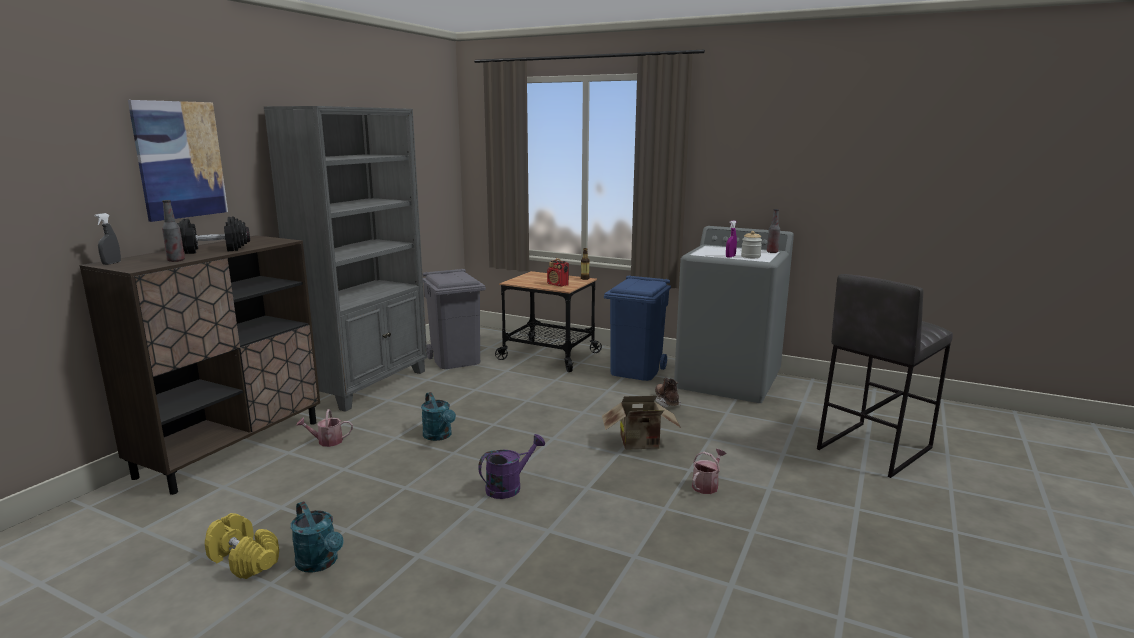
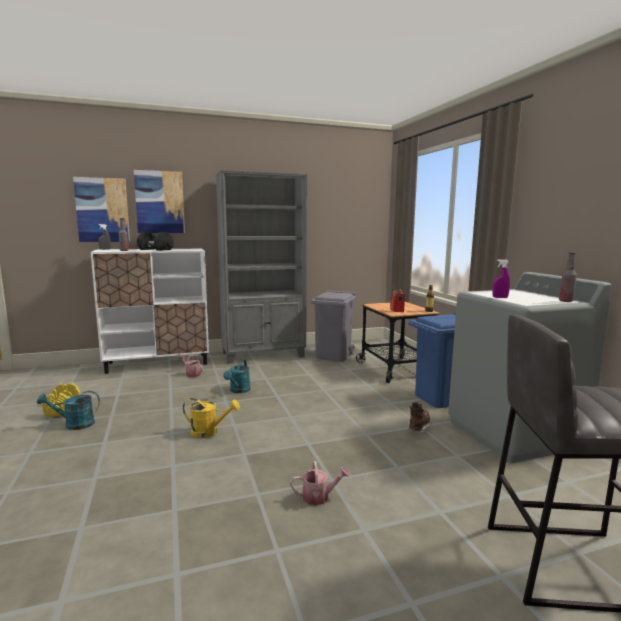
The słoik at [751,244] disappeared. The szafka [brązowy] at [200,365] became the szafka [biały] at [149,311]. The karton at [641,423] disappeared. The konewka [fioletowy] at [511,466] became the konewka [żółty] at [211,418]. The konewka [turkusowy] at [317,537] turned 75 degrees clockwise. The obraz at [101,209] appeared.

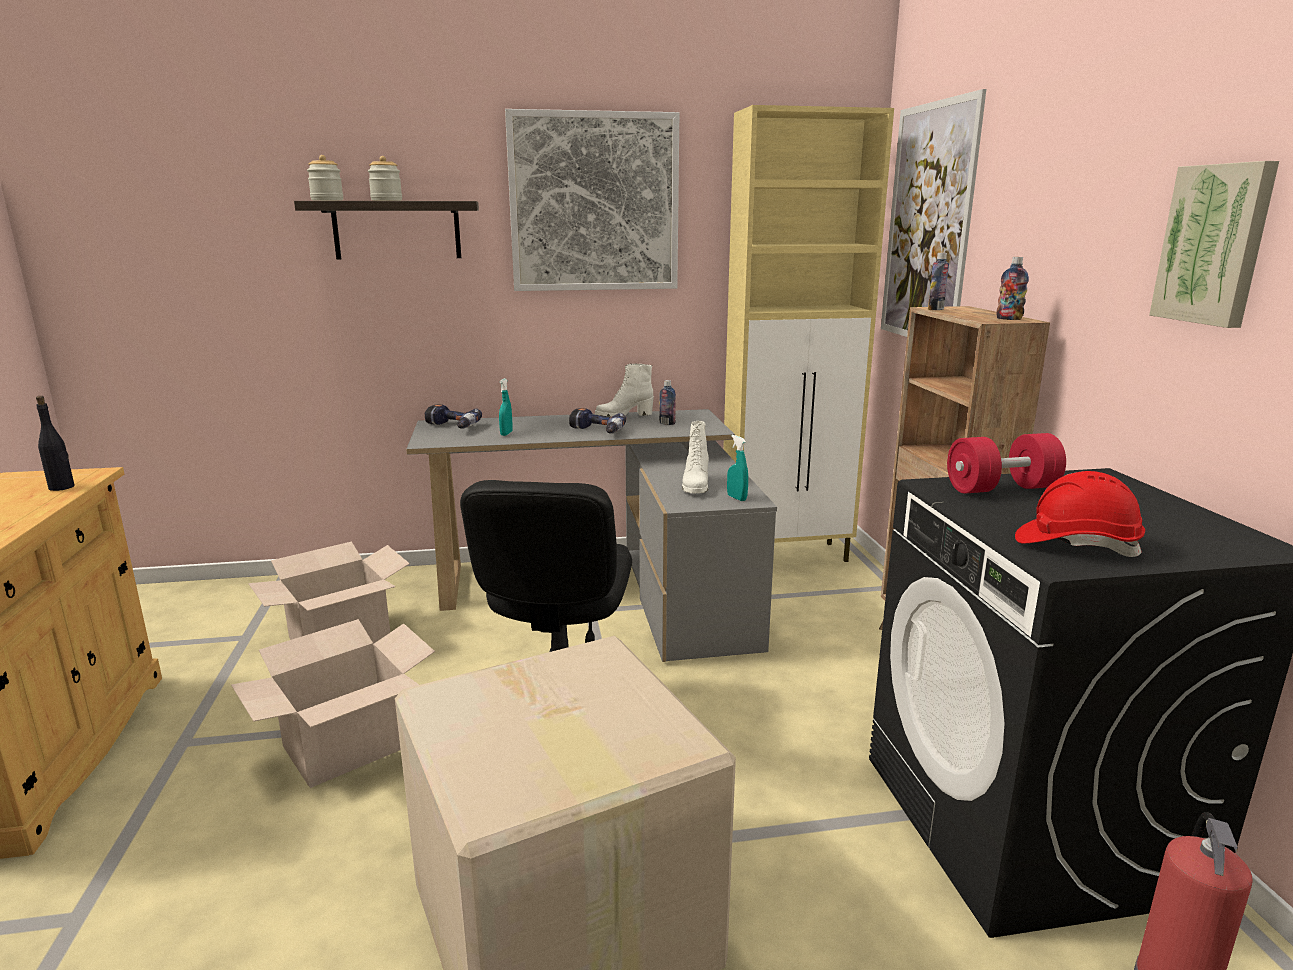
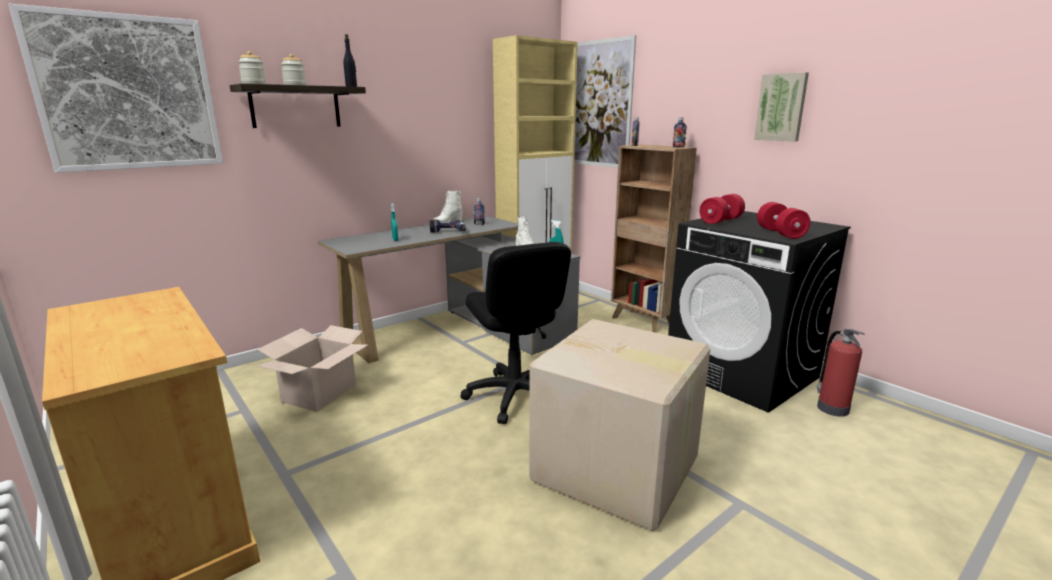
The obraz moved from [592,200] to [115,88]. The butelka [czarny] moved from [55,443] to [350,60]. The wiertarka at [453,416] disappeared. The kask [czerwony] at [1080,514] was replaced by the hantel [czerwony] at [784,220]. The karton at [333,703] disappeared.

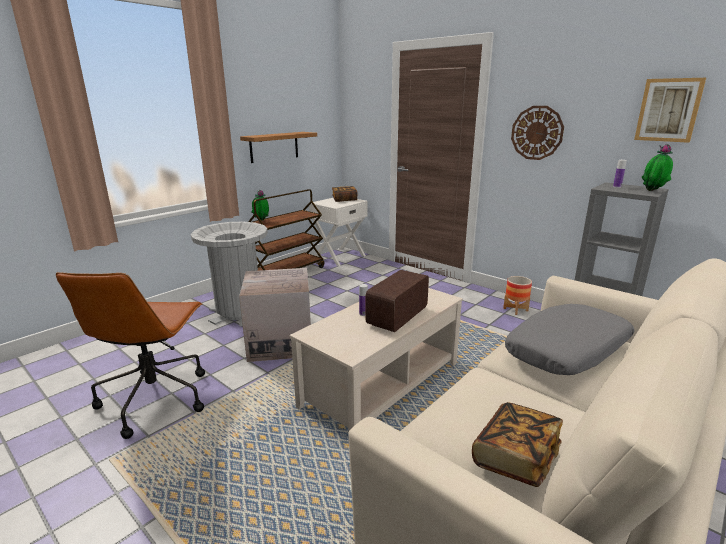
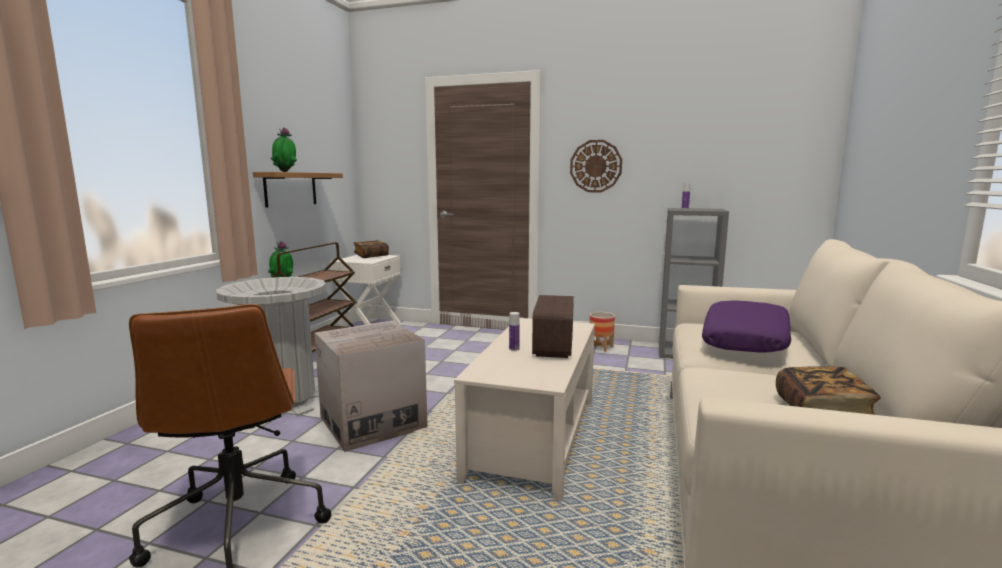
The obraz at [670,110] disappeared. The roślina doniczkowa moved from [657,167] to [284,149]. The poduszka [szary] at [569,339] became the poduszka [fioletowy] at [746,327].

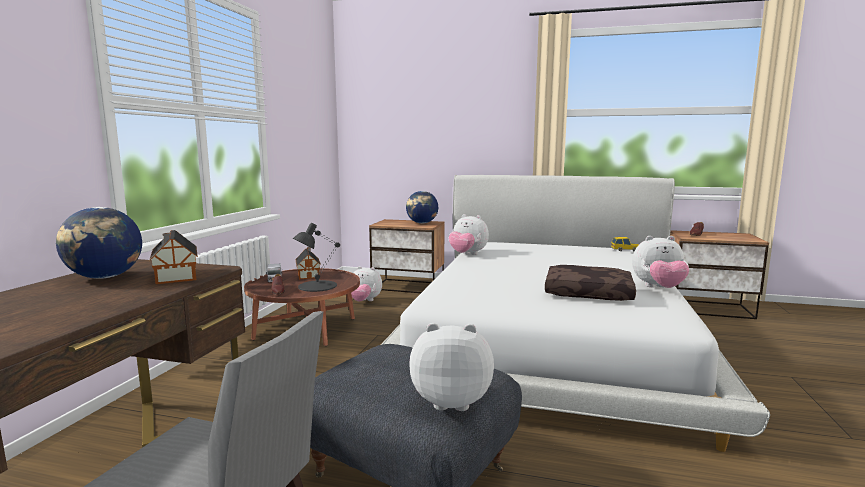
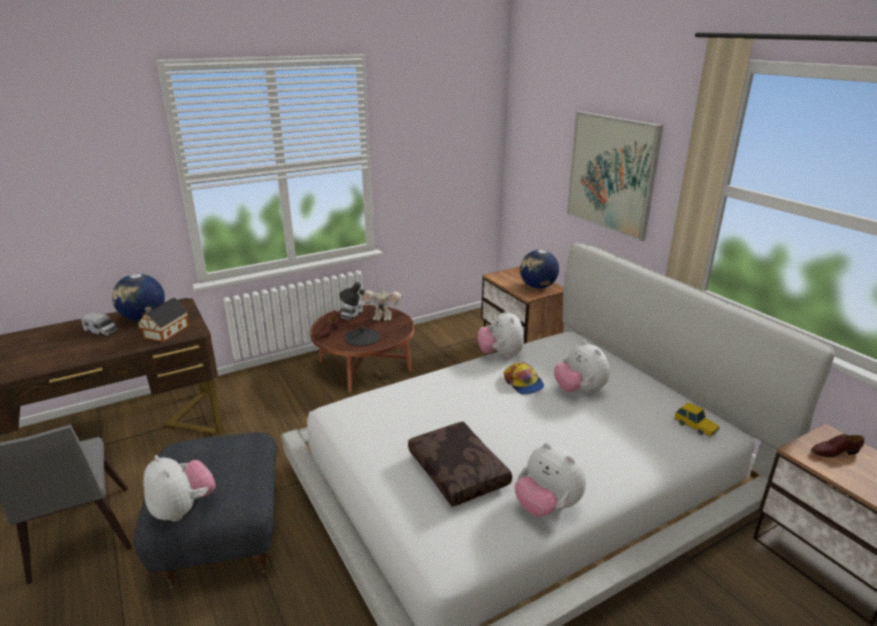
The domek at [308,263] was replaced by the robot zabawkowy at [382,303]. The pluszak moved from [366,283] to [582,367]. The obraz at [614,176] appeared. The ciężarówka zabawkowa at [98,324] appeared. The czapka z daszkiem at [523,378] appeared.

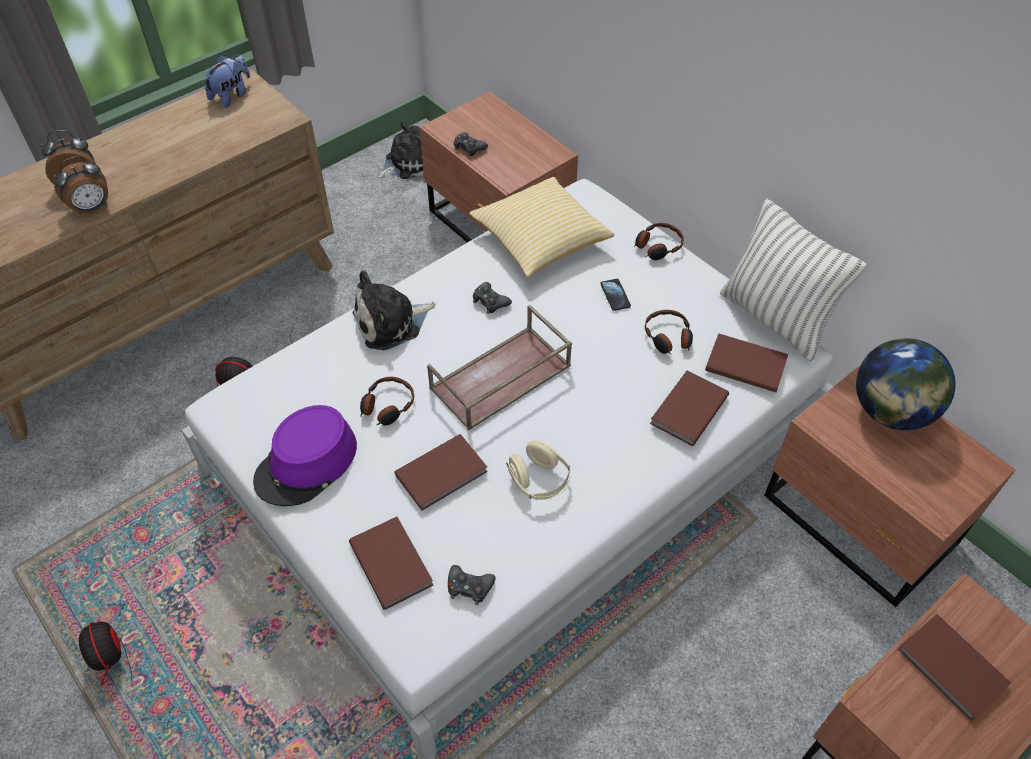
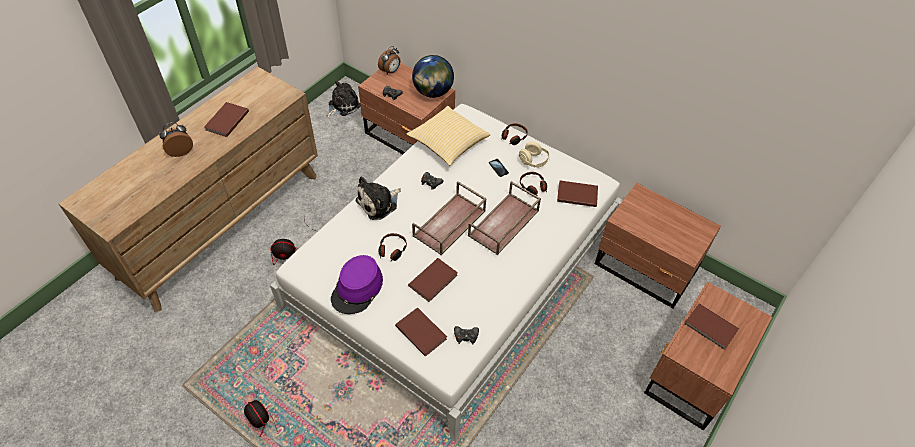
The pluszak at [226,81] disappeared. The budzik moved from [81,185] to [389,60]. The poduszka at [793,280] disappeared. The globus moved from [905,384] to [433,76]. The książka [brązowy] moved from [689,408] to [226,119]. The słuchawki [beżowy] moved from [538,470] to [534,155]. The taca [brązowy] at [504,218] appeared.

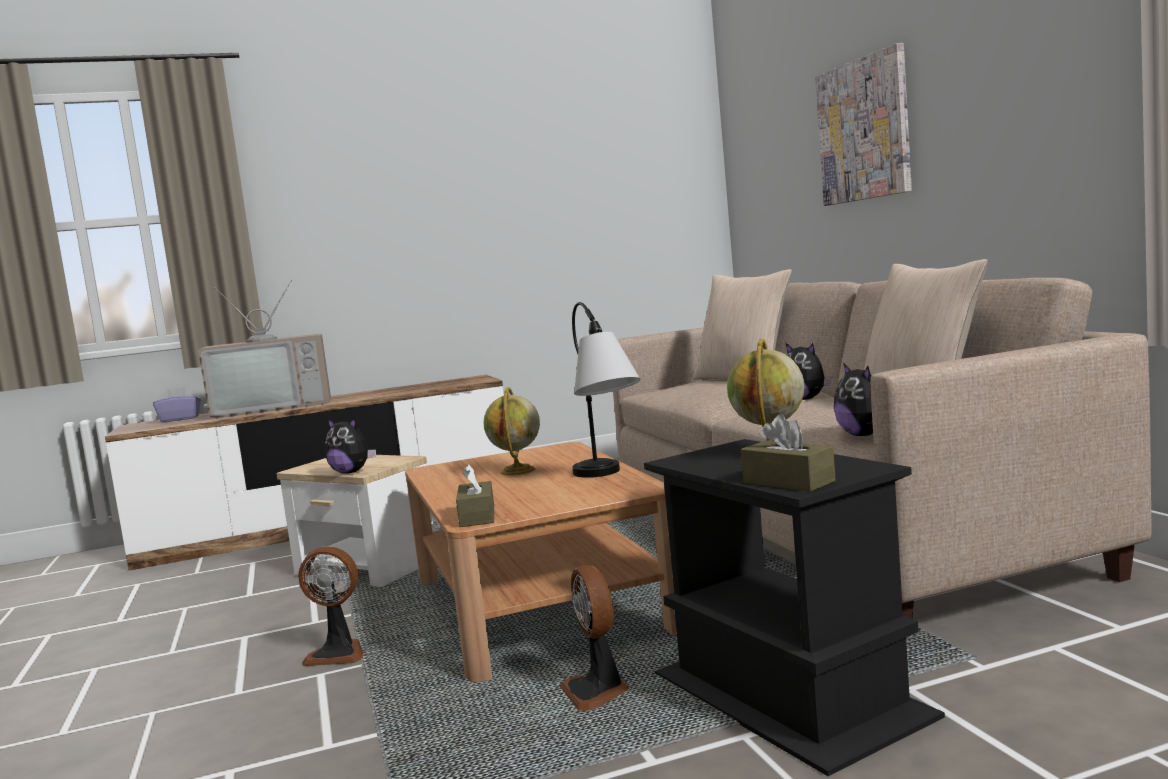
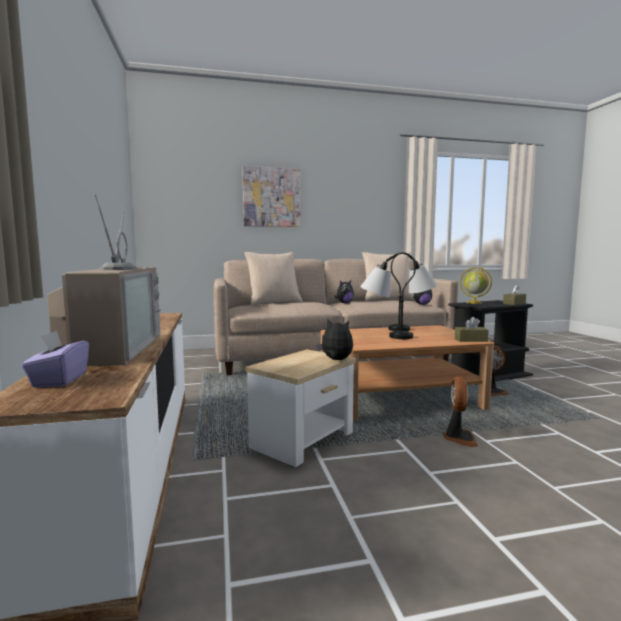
The globus at [512,431] was replaced by the lampa stołowa at [388,295]. The pluszak at [350,446] turned 90 degrees counterclockwise.

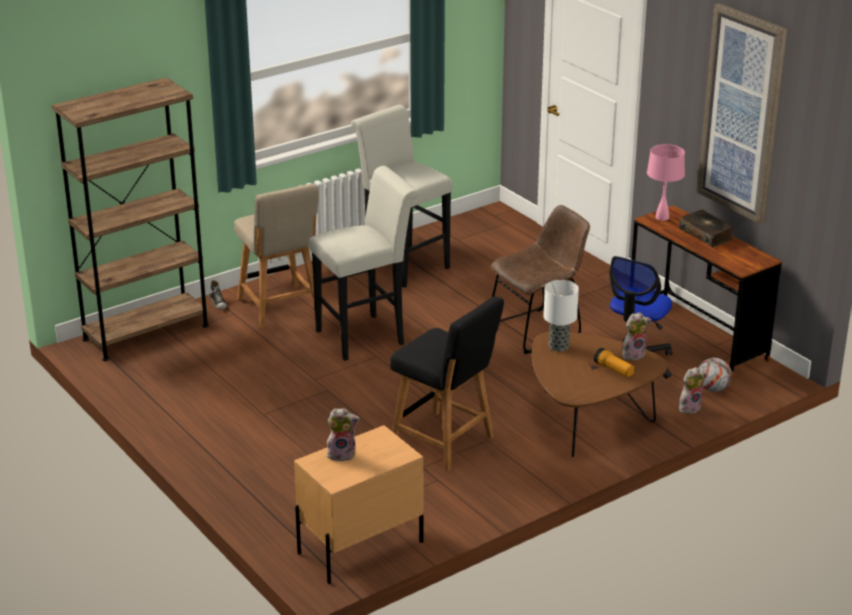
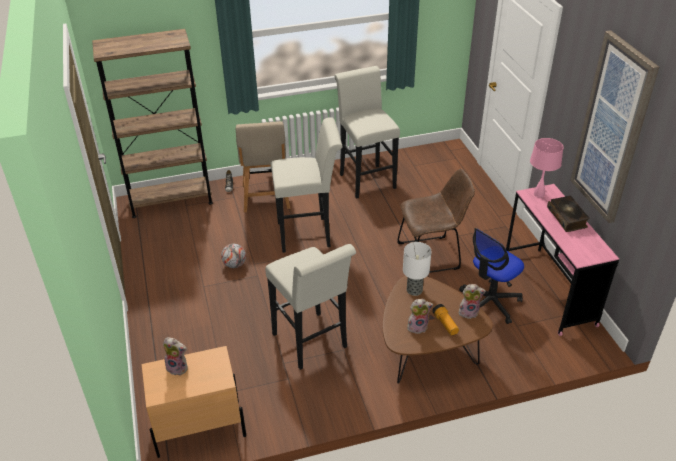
The biurko [brązowy] at [707,291] became the biurko [różowy] at [562,260]. The krzesło [czarny] at [447,383] was replaced by the stołek [biały] at [310,307]. The piłka futbolowa moved from [715,375] to [233,256]. The pluszak moved from [693,390] to [420,316].

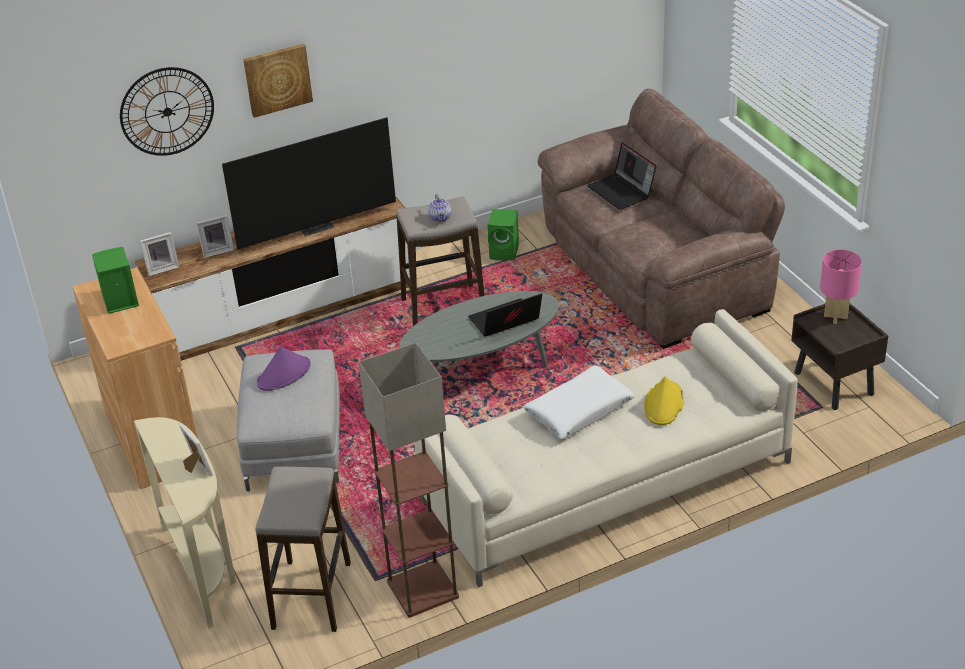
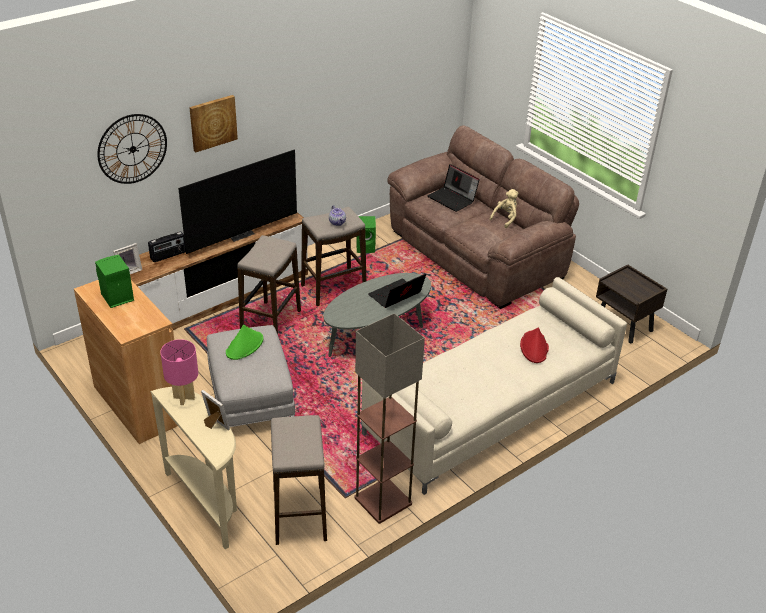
The ramka na zdjęcie at [215,236] was replaced by the radio at [167,246]. The lampa stołowa [różowy] moved from [841,286] to [179,372]. The kapelusz [fioletowy] at [284,368] became the kapelusz [zielony] at [244,342]. The poduszka [biały] at [579,402] disappeared. The kapelusz [żółty] at [664,400] became the kapelusz [czerwony] at [534,345]. The pluszak [beżowy] at [504,208] appeared. The stołek at [269,284] appeared.

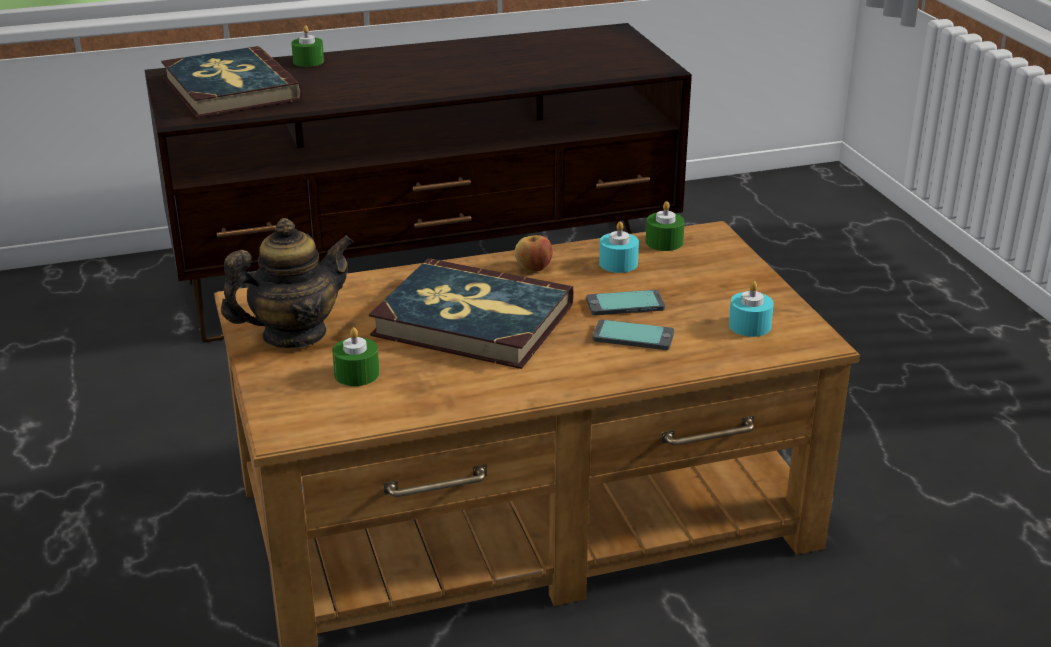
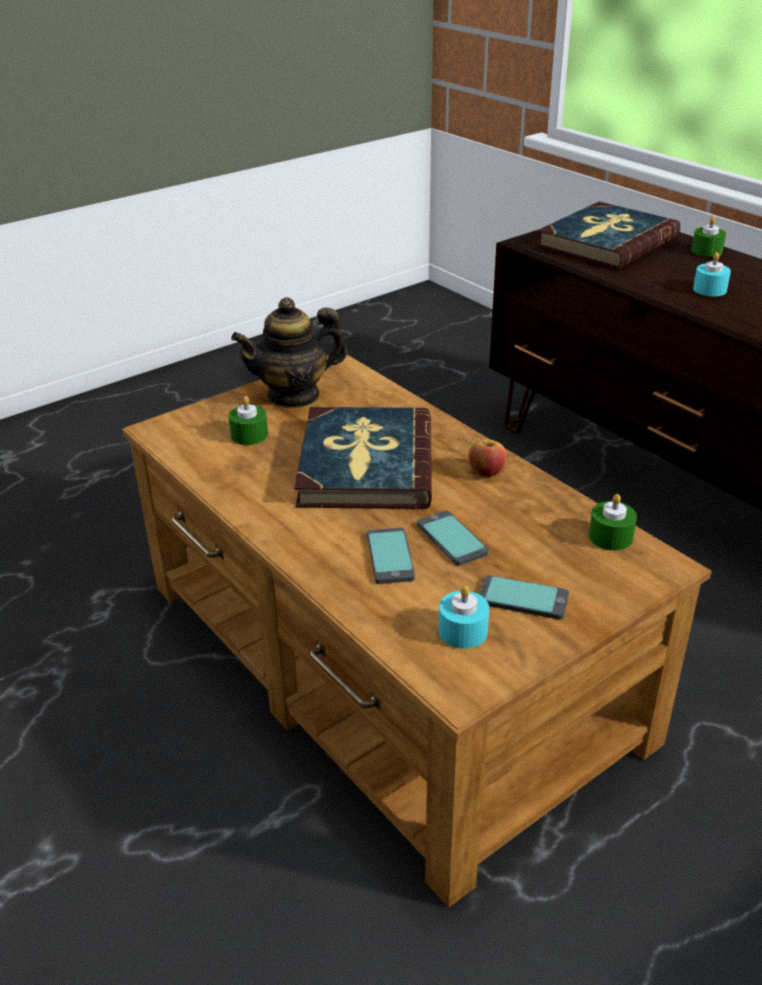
The imbryk at [287,283] turned 120 degrees clockwise. The świeca [turkusowy] moved from [619,247] to [712,274]. The telefon at [524,597] appeared.

